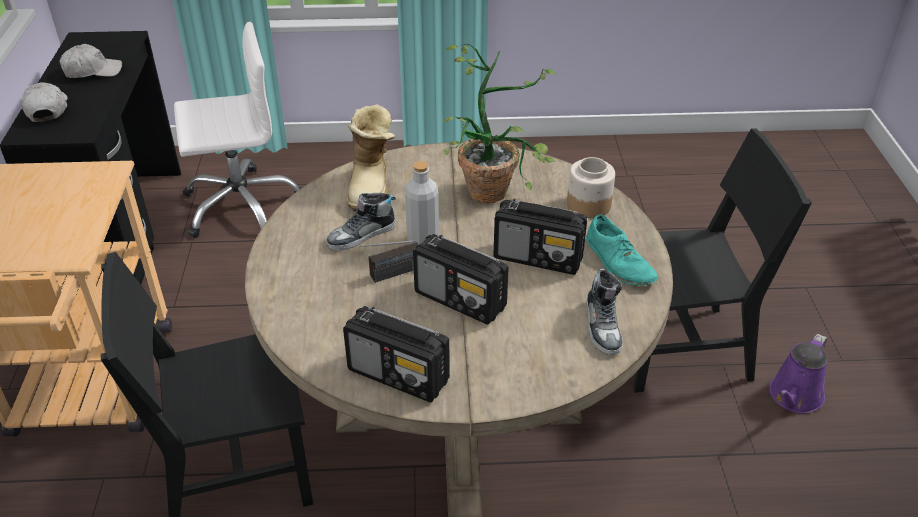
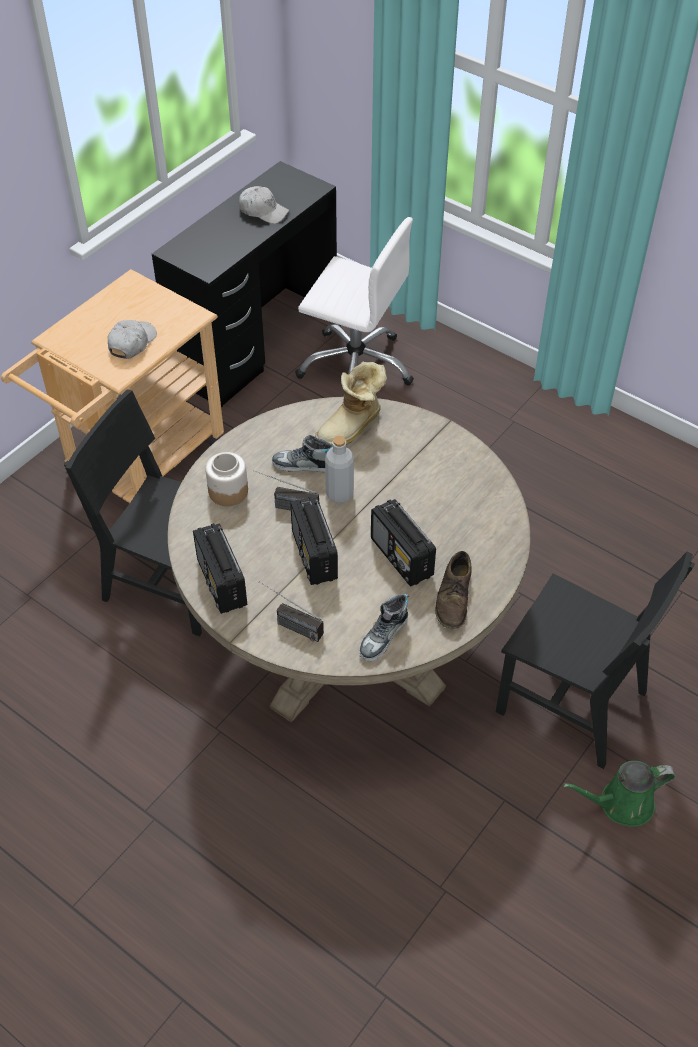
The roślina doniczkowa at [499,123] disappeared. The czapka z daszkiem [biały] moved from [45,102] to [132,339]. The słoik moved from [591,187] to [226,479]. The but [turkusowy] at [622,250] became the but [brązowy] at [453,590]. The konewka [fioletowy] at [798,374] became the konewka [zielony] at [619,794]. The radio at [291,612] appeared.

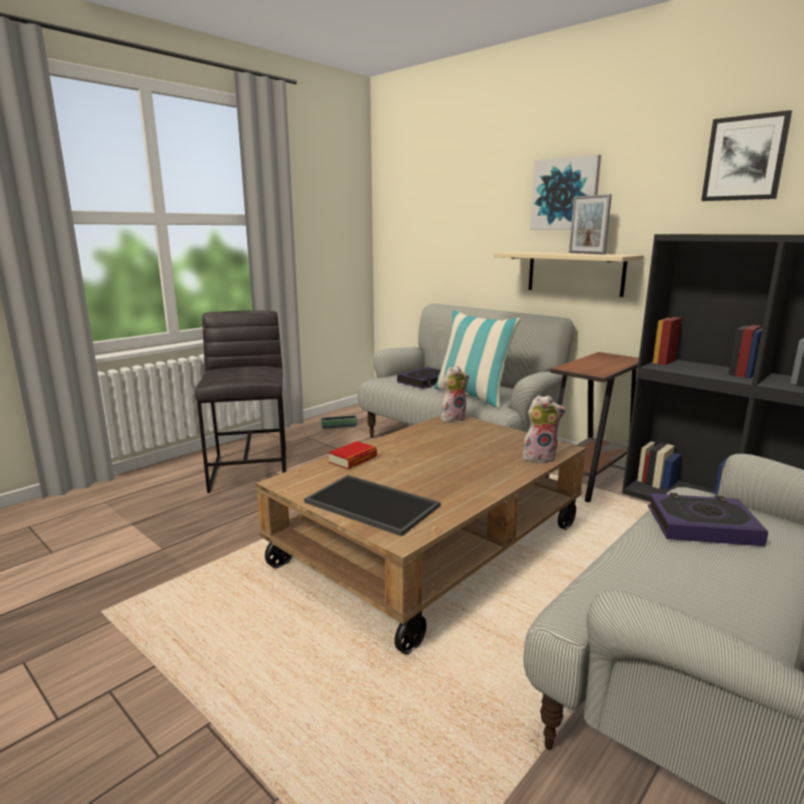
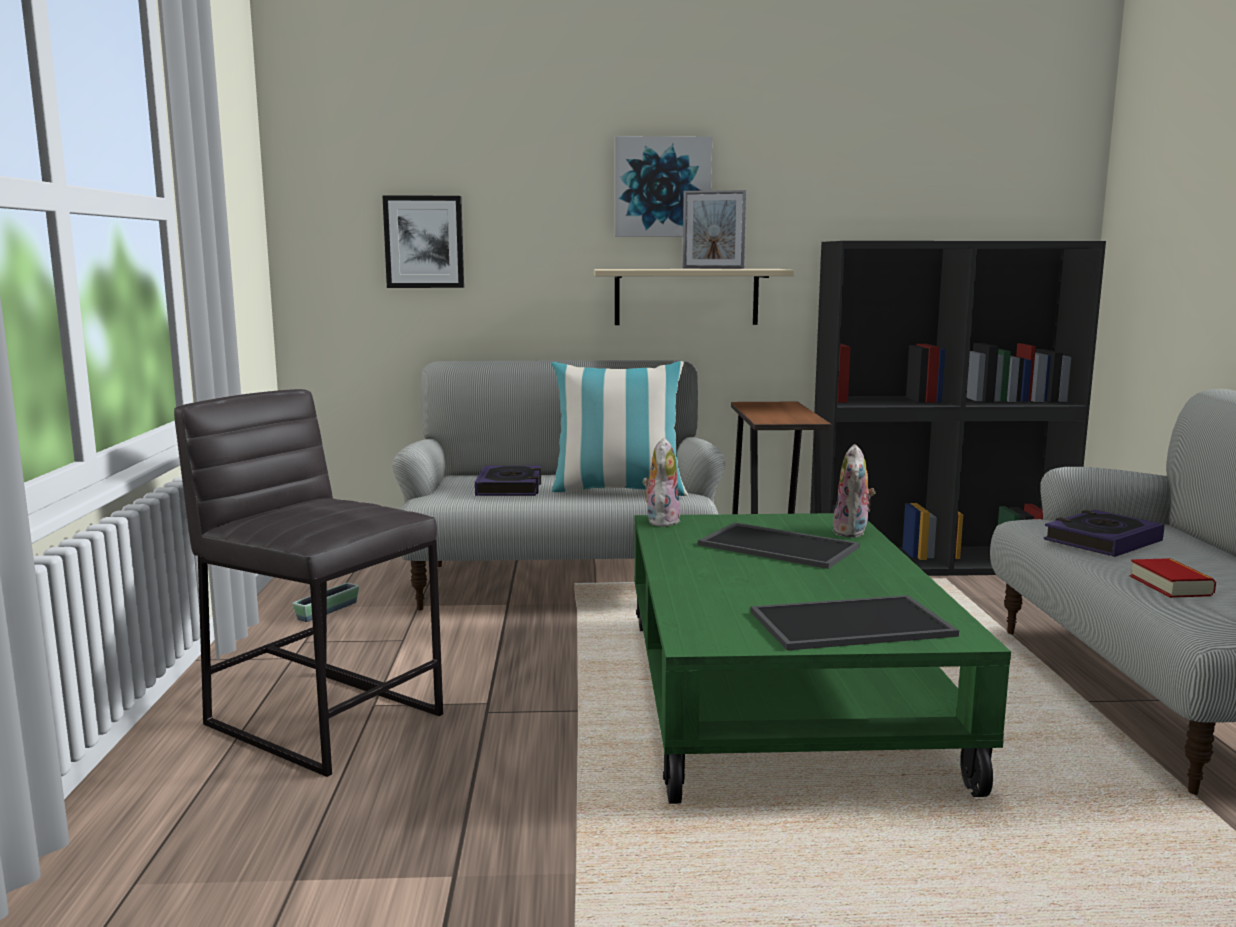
The obraz moved from [746,155] to [423,242]. The pluszak at [544,429] turned 150 degrees clockwise. The ława [brązowy] at [421,535] became the ława [zielony] at [822,658]. The książka moved from [352,455] to [1173,578]. The taca at [779,545] appeared.

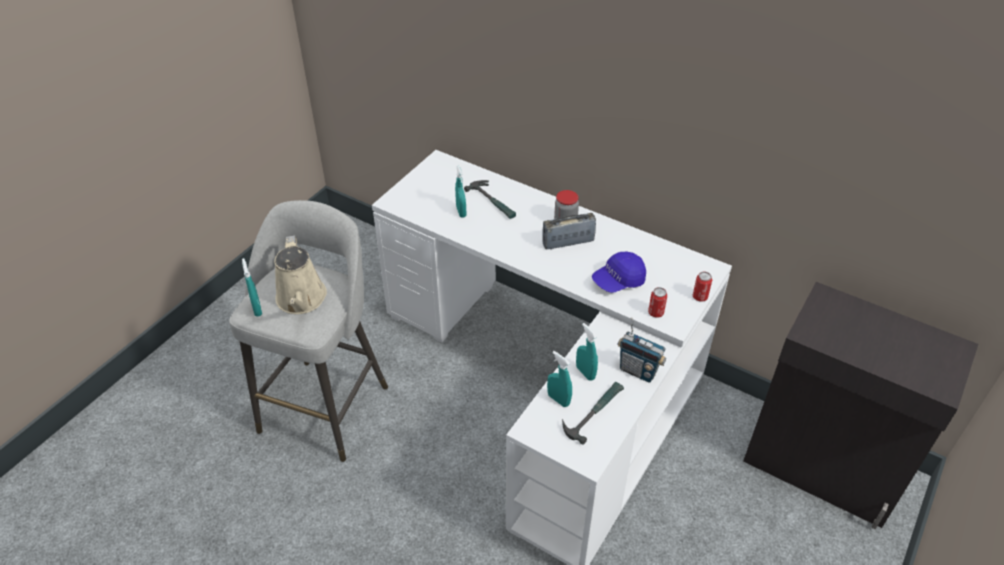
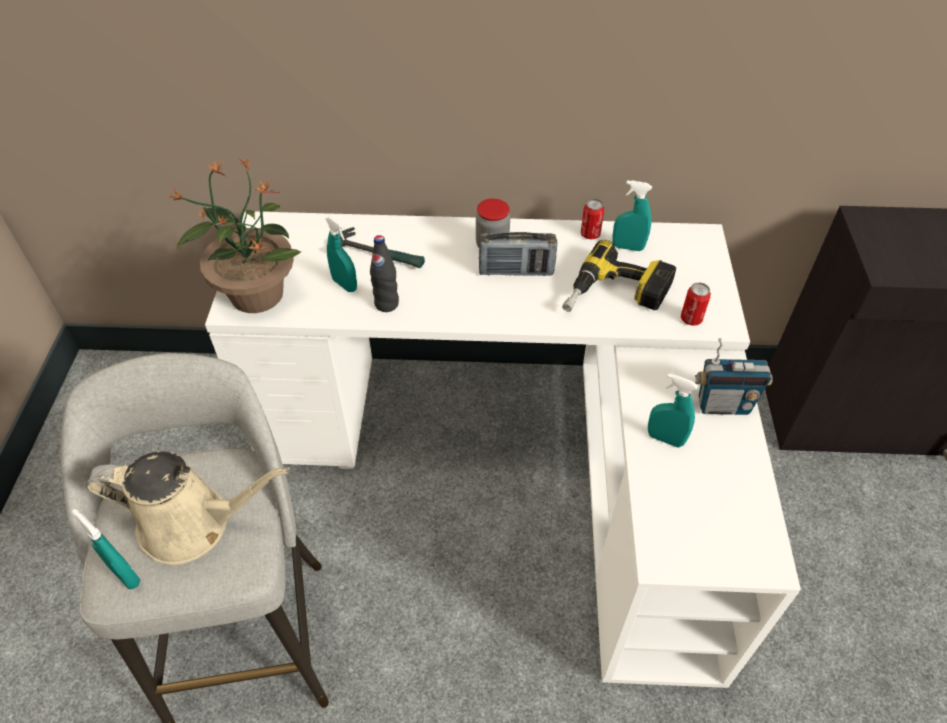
The radio at [569,231] turned 135 degrees counterclockwise. The konewka [beżowy] at [300,274] turned 45 degrees counterclockwise. The czapka z daszkiem [niebieski] at [619,272] was replaced by the wiertarka at [619,276]. The puszka moved from [702,287] to [593,219]. The spryskiwacz [turkusowy] moved from [559,379] to [632,215]. The młotek at [593,413] disappeared. The roślina doniczkowa at [234,235] appeared. The butelka [czarny] at [384,273] appeared.

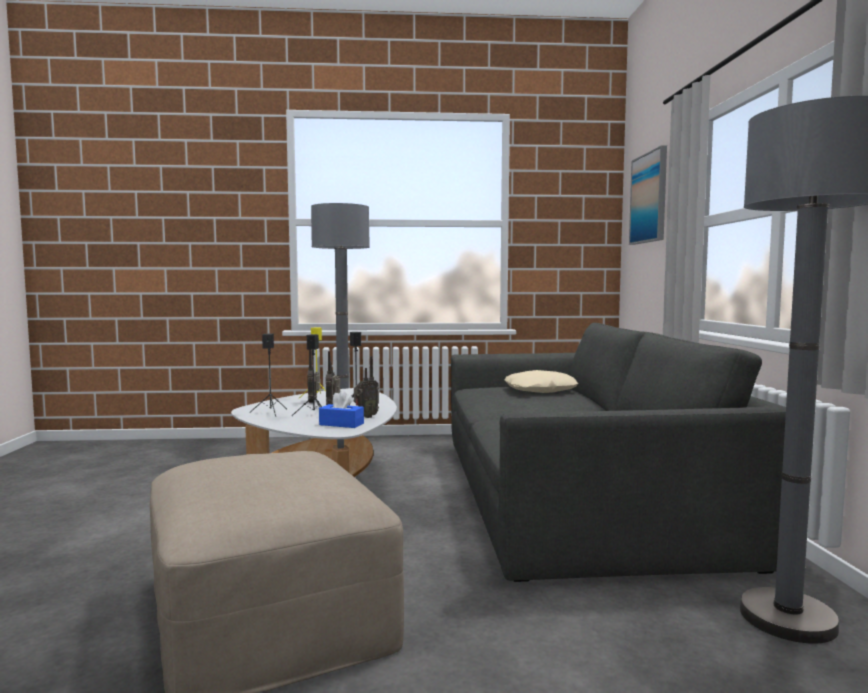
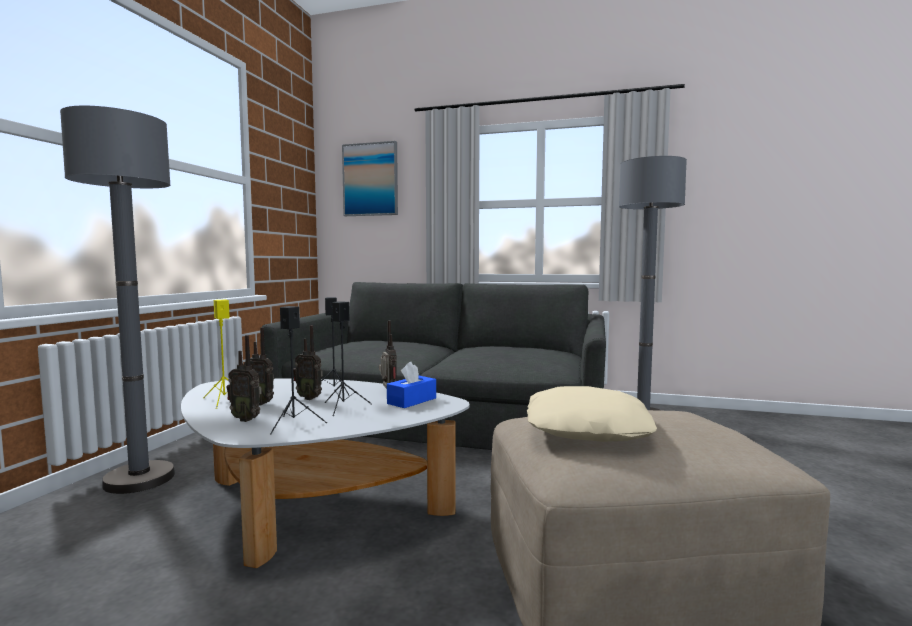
The poduszka [beżowy] moved from [541,381] to [592,414]. The radio at [244,378] appeared.

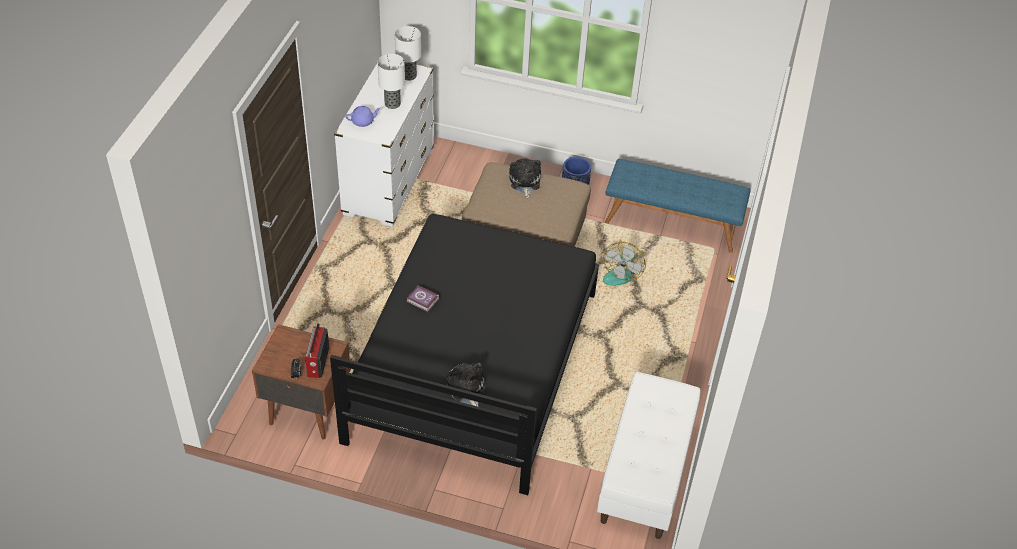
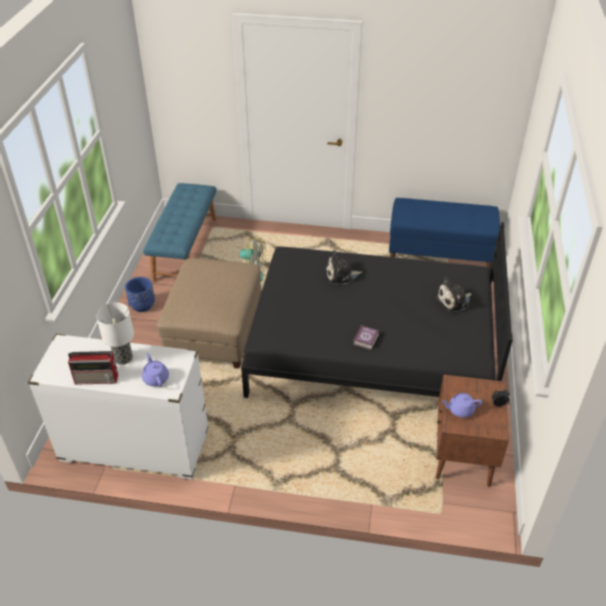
The lampa stołowa at [408,53] disappeared. The pluszak moved from [525,178] to [344,267]. The radio moved from [317,350] to [93,368]. The ławka [biały] at [649,455] became the ławka [niebieski] at [444,233]. The imbryk [fioletowy] at [462,405] appeared.

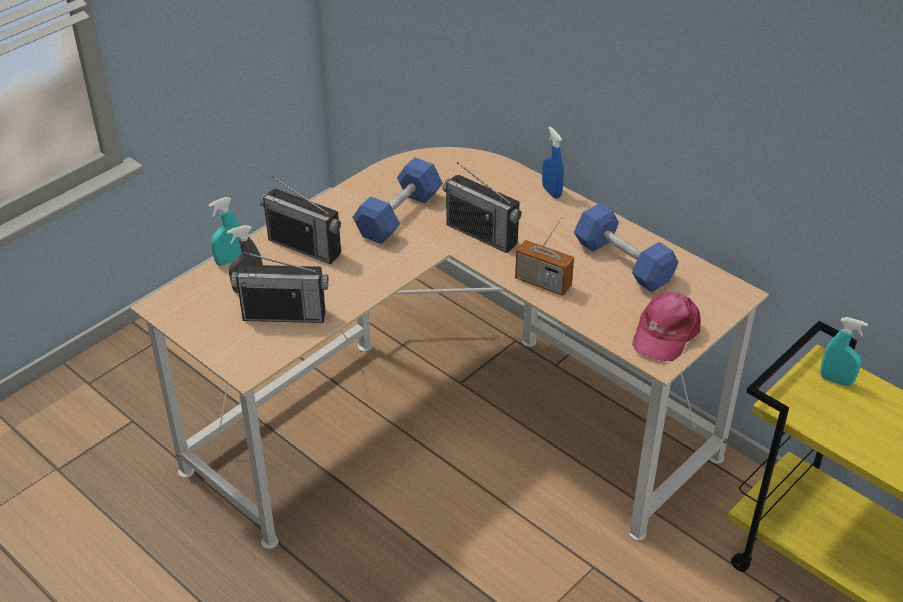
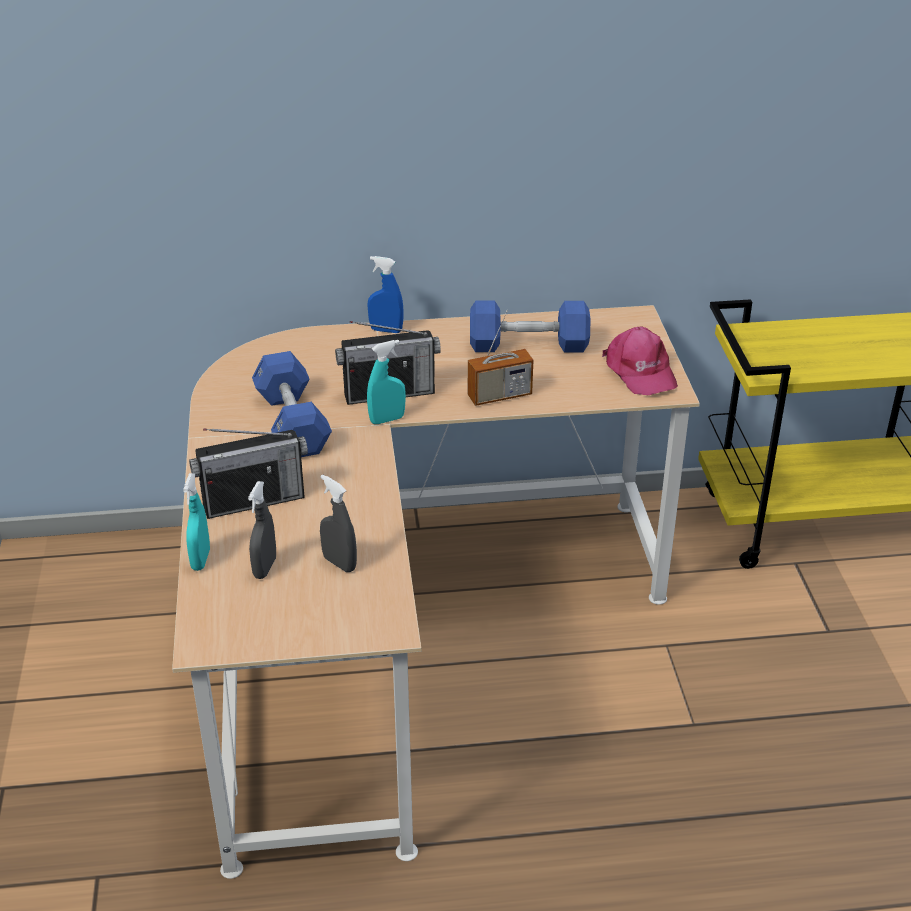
The radio at [280,287] was replaced by the spryskiwacz [szary] at [338,523]. The spryskiwacz [turkusowy] moved from [844,351] to [386,382].

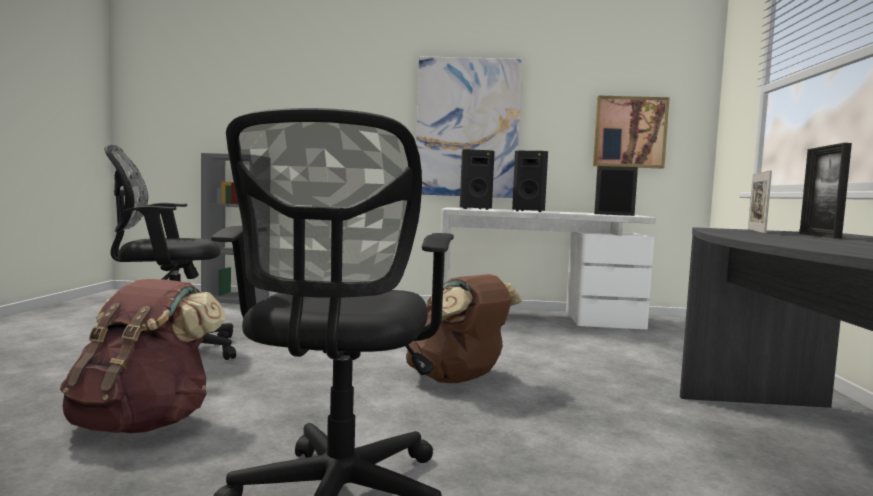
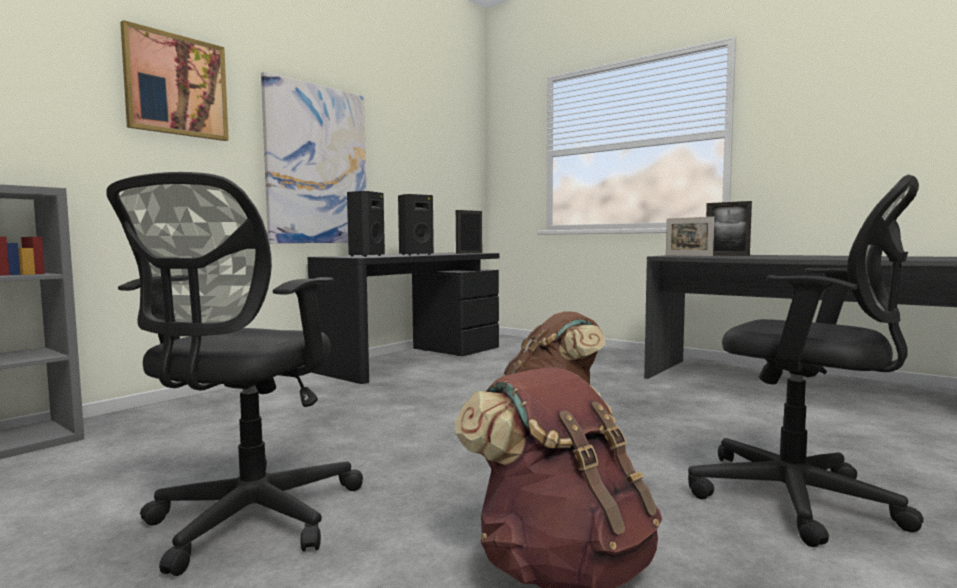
The obraz moved from [631,132] to [174,80]. The biurko [biały] at [548,268] became the biurko [czarny] at [403,318].

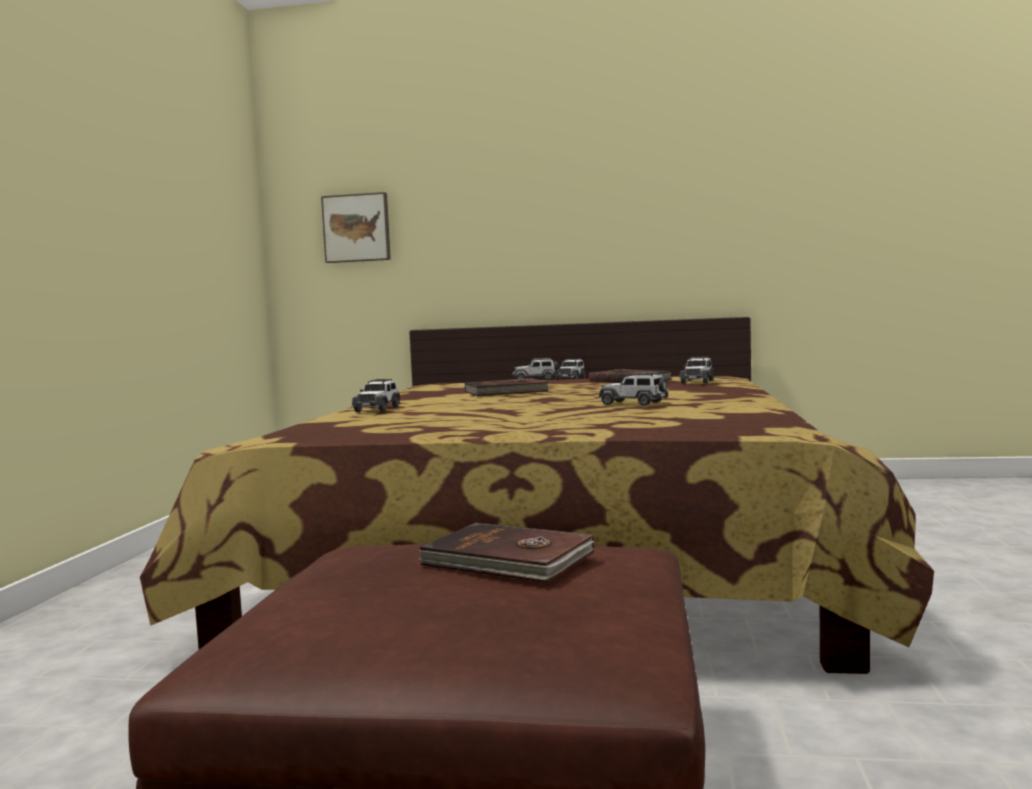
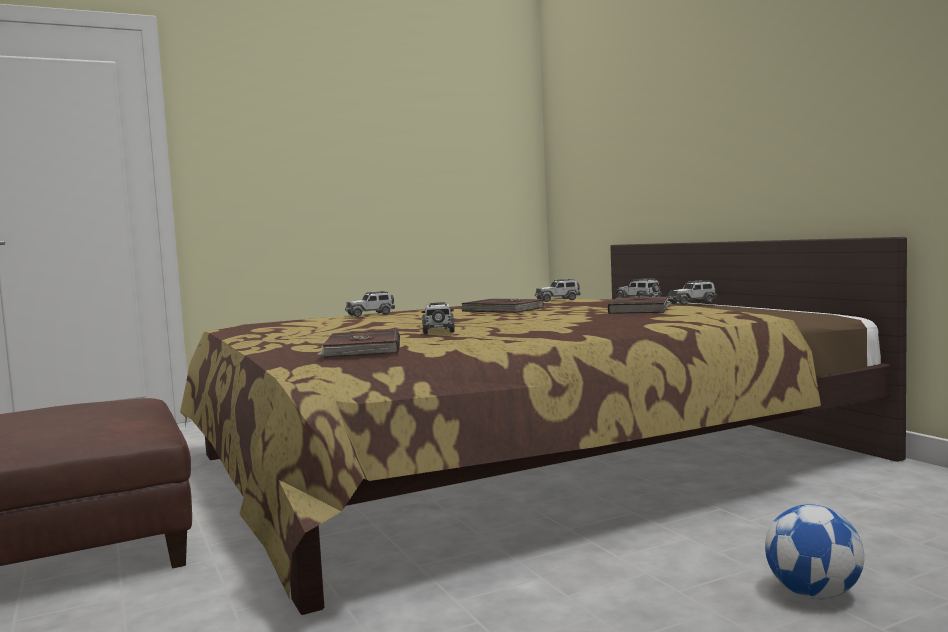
The obraz at [356,227] disappeared. The samochodzik moved from [697,370] to [558,290]. The książka [brązowy] moved from [506,552] to [358,343]. The piłka futbolowa at [814,551] appeared.

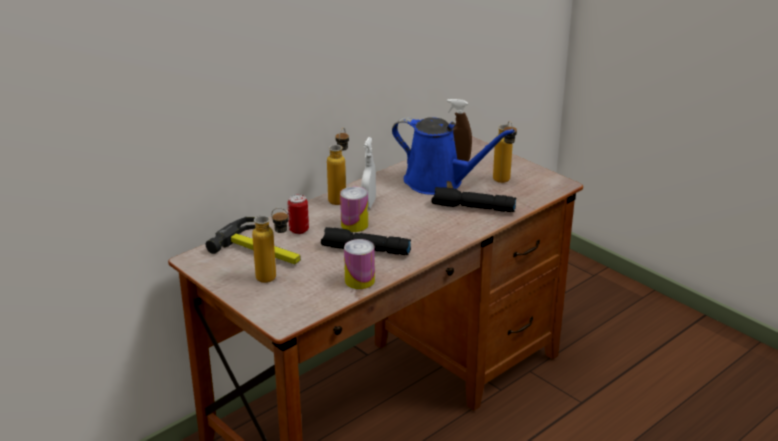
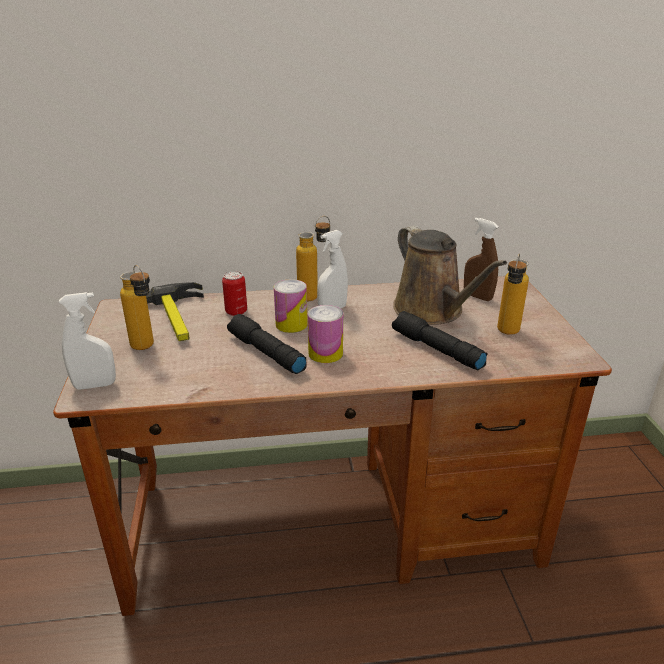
The konewka [niebieski] at [453,156] became the konewka [brązowy] at [450,275]. The puszka moved from [359,264] to [325,334]. The spryskiwacz [biały] at [87,341] appeared.

